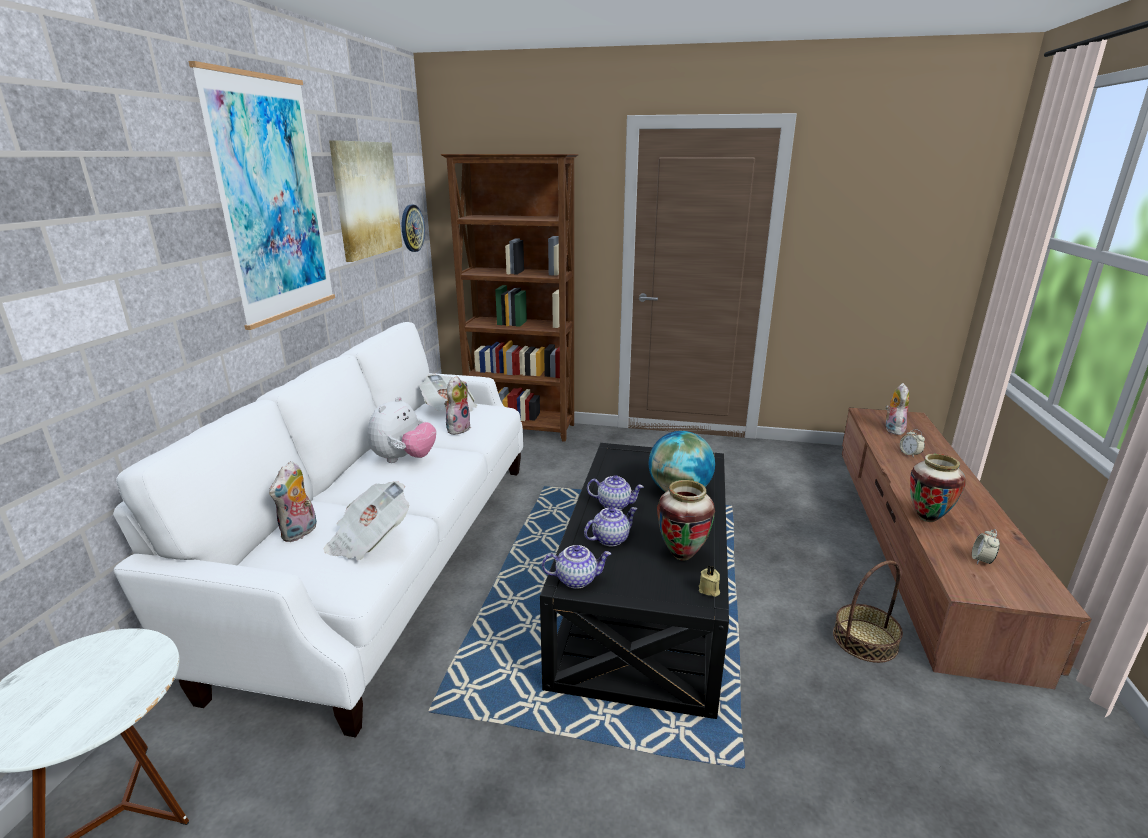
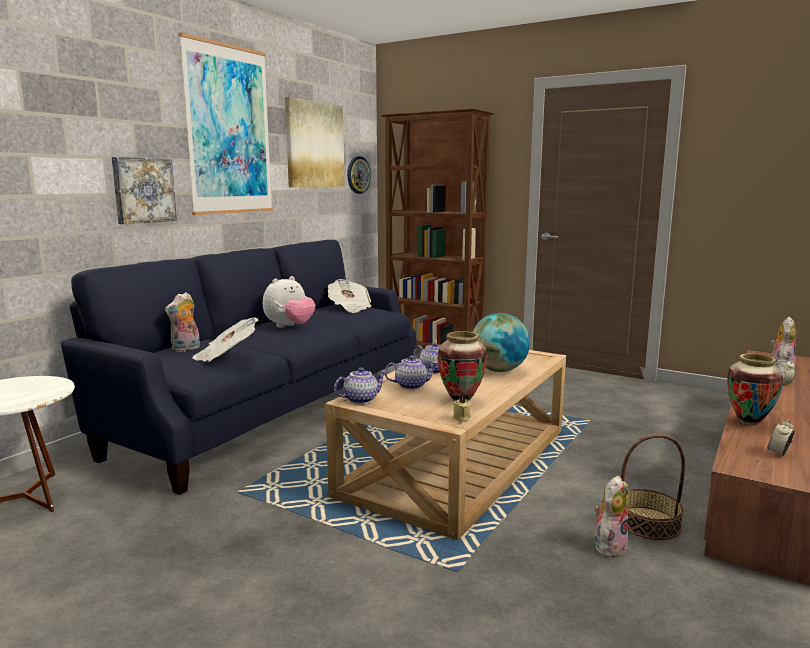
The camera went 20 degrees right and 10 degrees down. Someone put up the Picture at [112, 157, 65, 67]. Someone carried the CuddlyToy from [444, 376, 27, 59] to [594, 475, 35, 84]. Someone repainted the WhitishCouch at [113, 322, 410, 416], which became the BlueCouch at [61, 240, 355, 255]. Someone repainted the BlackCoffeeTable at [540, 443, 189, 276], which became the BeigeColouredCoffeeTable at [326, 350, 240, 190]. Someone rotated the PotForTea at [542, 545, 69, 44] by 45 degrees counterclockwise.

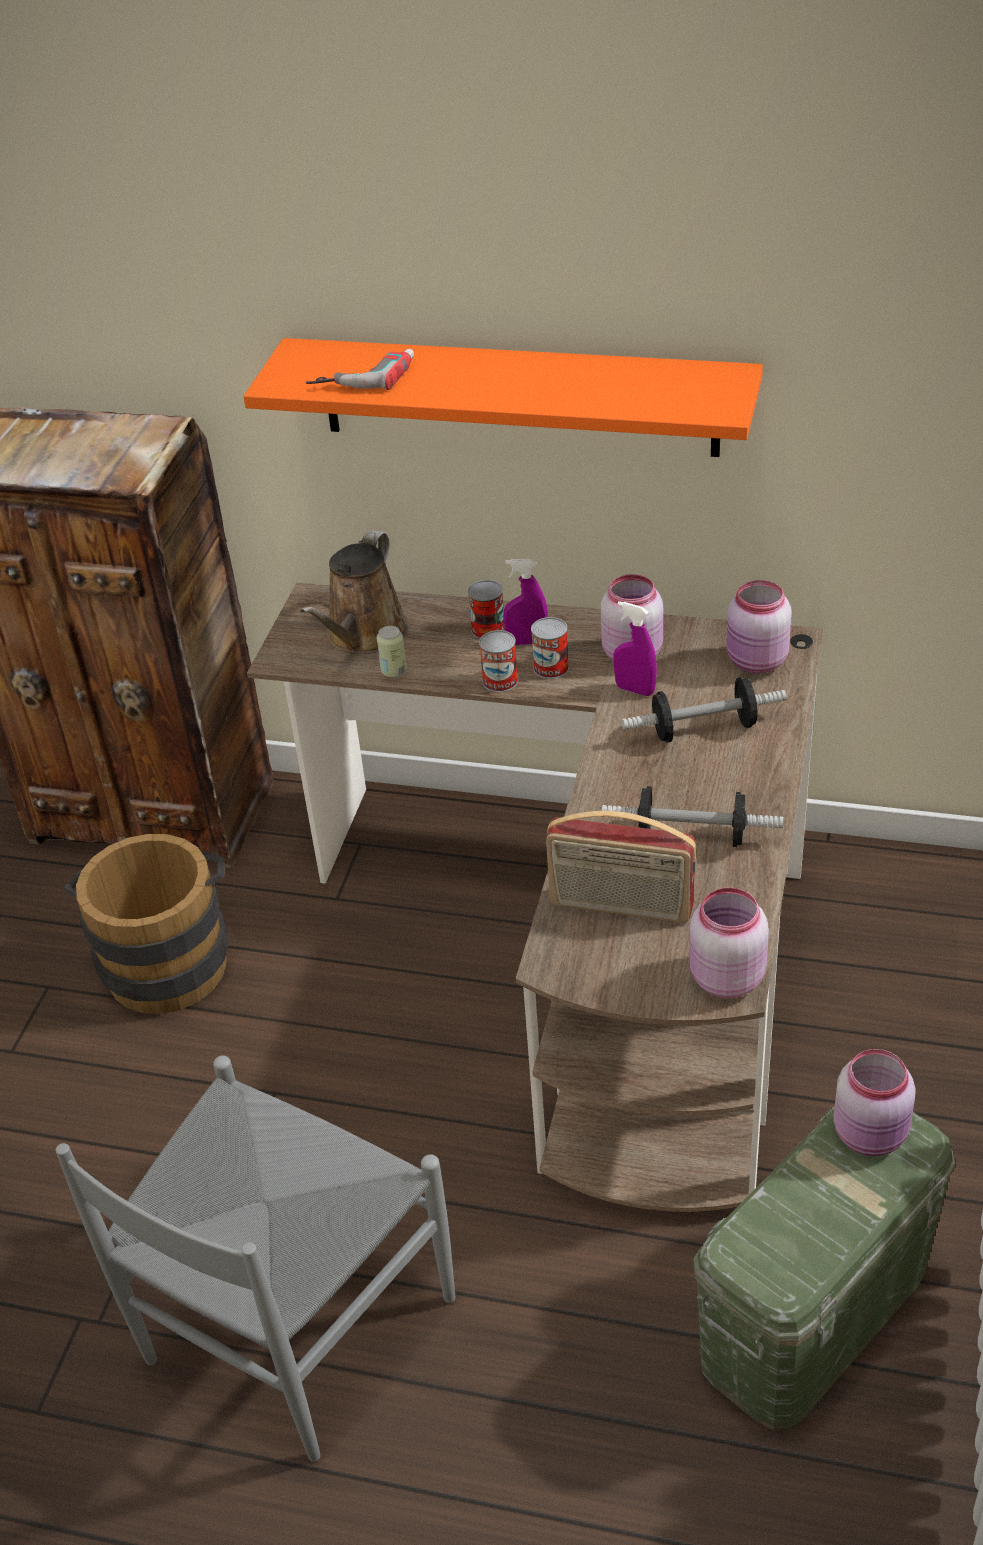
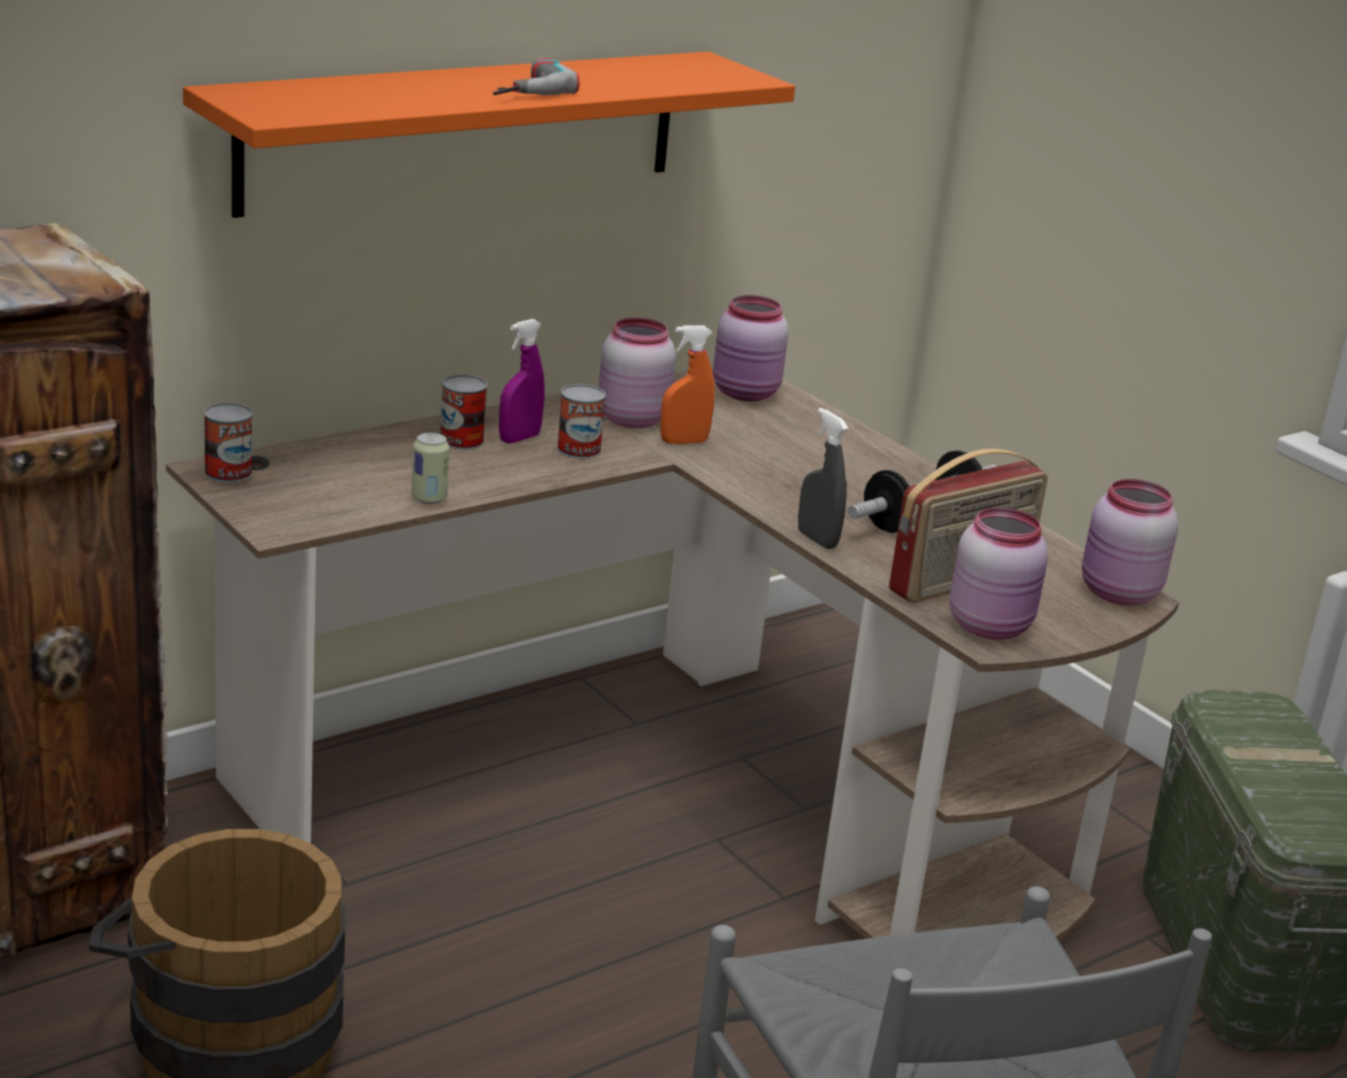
The camera went 55 degrees left and 15 degrees down. Someone took away the BrownishWateringPot at [300, 531, 109, 123]. Someone took away the FreeWeight at [622, 677, 164, 66]. Someone put down the GreySprayBottle at [798, 408, 51, 141]. Someone carried the ElectricDrill from [306, 349, 108, 41] to [493, 58, 87, 37]. Someone carried the MetalCan from [479, 630, 39, 62] to [204, 403, 49, 80]. Someone carried the PinkColouredStorageJar from [833, 1049, 83, 107] to [949, 507, 99, 133]. Someone repainted the PurplishSprayBottle at [613, 601, 44, 95], which became the OrangeSprayBottle at [660, 325, 55, 119].

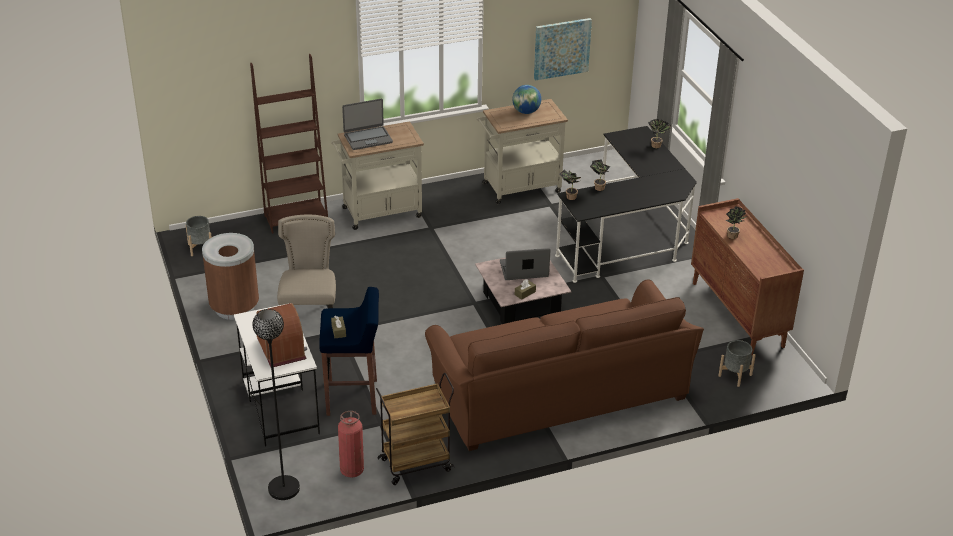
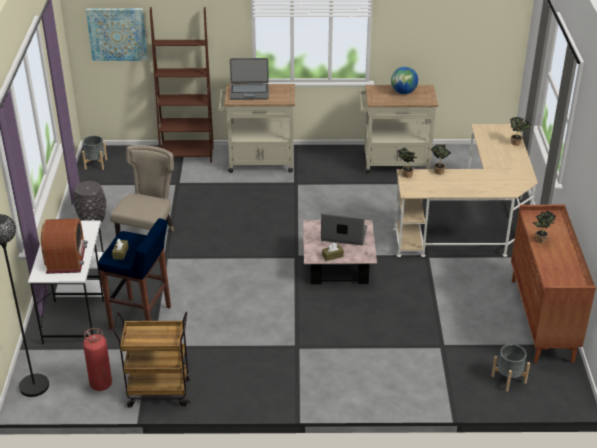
The camera went 20 degrees right and 0 degrees up. Someone took away the BrownishCouch at [425, 279, 279, 172]. Someone carried the Picture from [534, 18, 58, 62] to [86, 8, 62, 53]. Someone swapped the BrownishRubbishBin at [202, 233, 57, 87] for the GreyStoolSeat at [74, 181, 32, 41]. Someone repainted the BlackDeskUnit at [555, 126, 142, 157], which became the BeigeColouredDeskUnit at [393, 124, 145, 133].

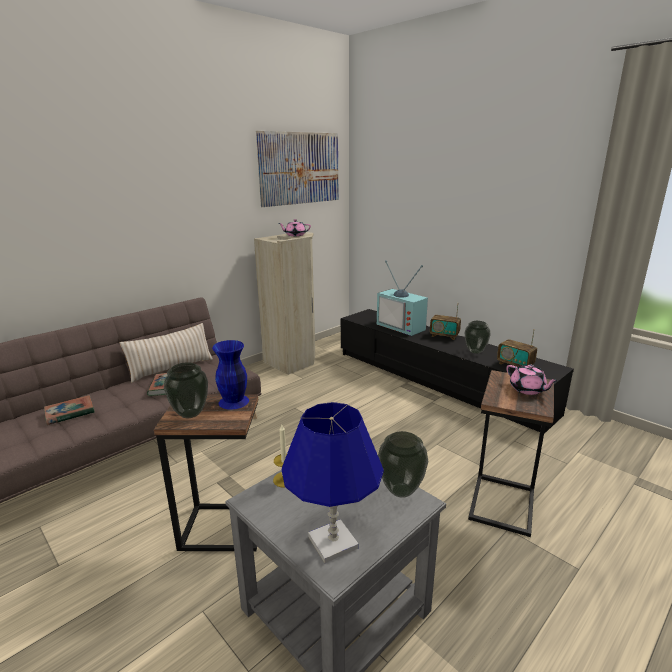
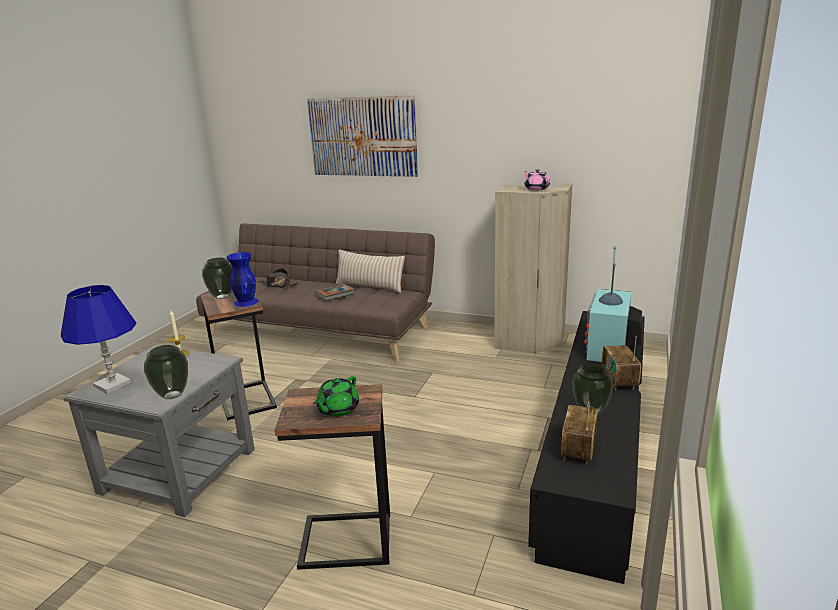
The camera went 65 degrees right and 0 degrees up. Someone carried the Picture from [256, 131, 82, 76] to [307, 95, 111, 82]. Someone swapped the Volume at [44, 395, 51, 30] for the BlackWearableHat at [259, 268, 40, 20]. Someone repainted the PinkColouredPotForTea at [506, 364, 52, 31], which became the GreenishPotForTea at [313, 376, 46, 41].

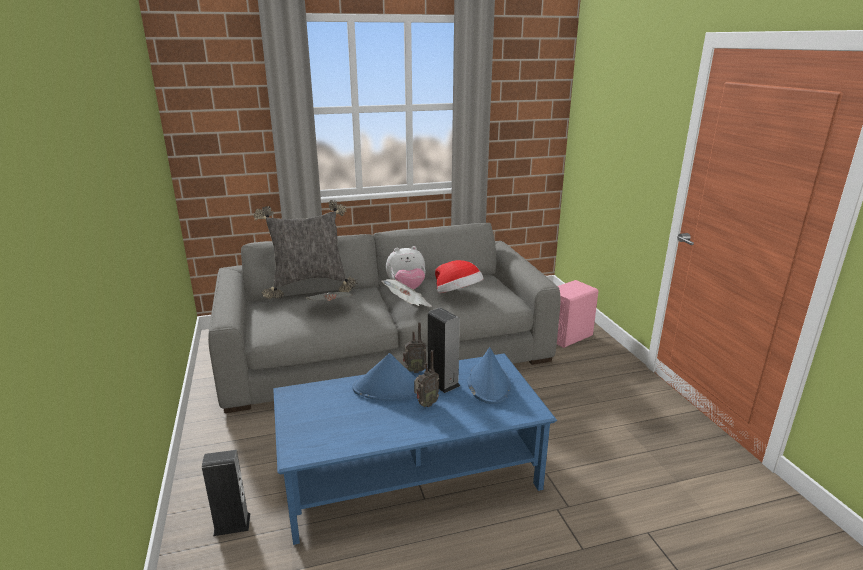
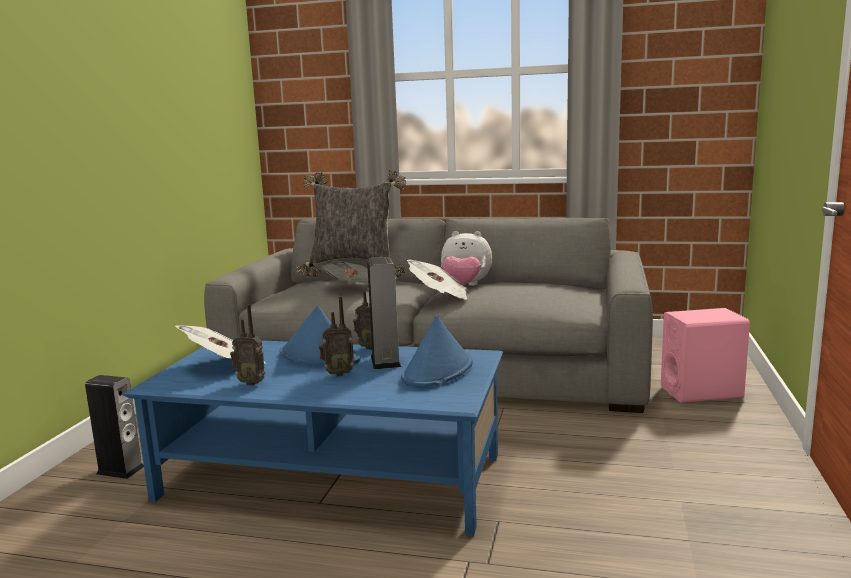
The camera went 30 degrees right and 10 degrees down. Someone took away the WearableHat at [435, 260, 49, 33]. Someone put down the Newspaper at [175, 325, 91, 39]. Someone put down the Radio at [230, 304, 35, 82].

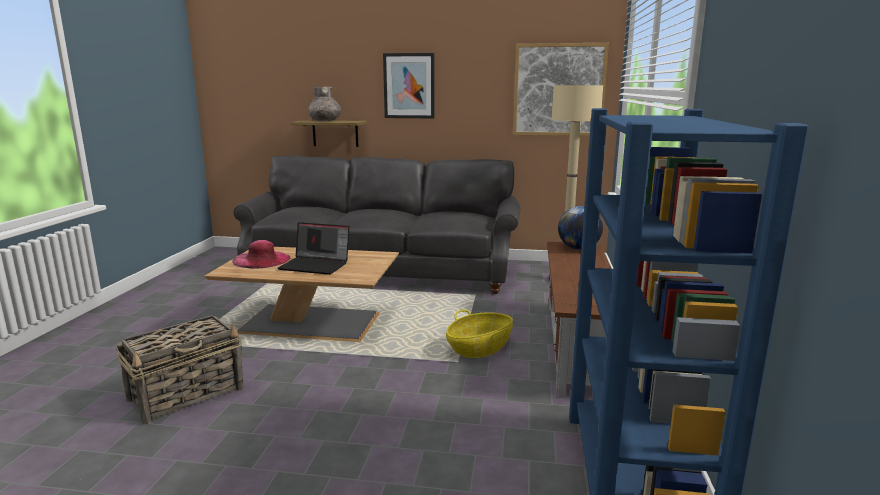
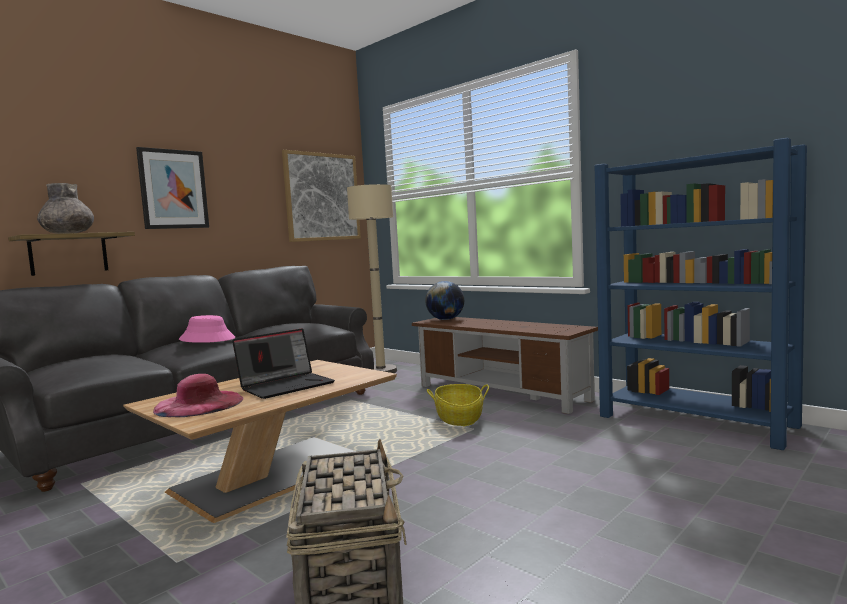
The camera went 55 degrees left and 10 degrees down. Someone put down the PinkColouredWearableHat at [179, 315, 56, 28].

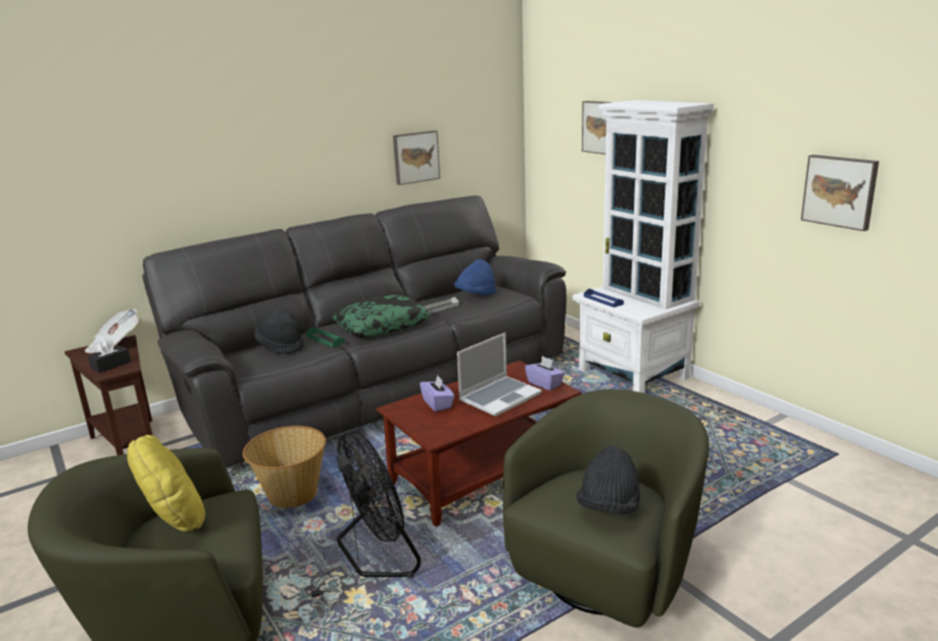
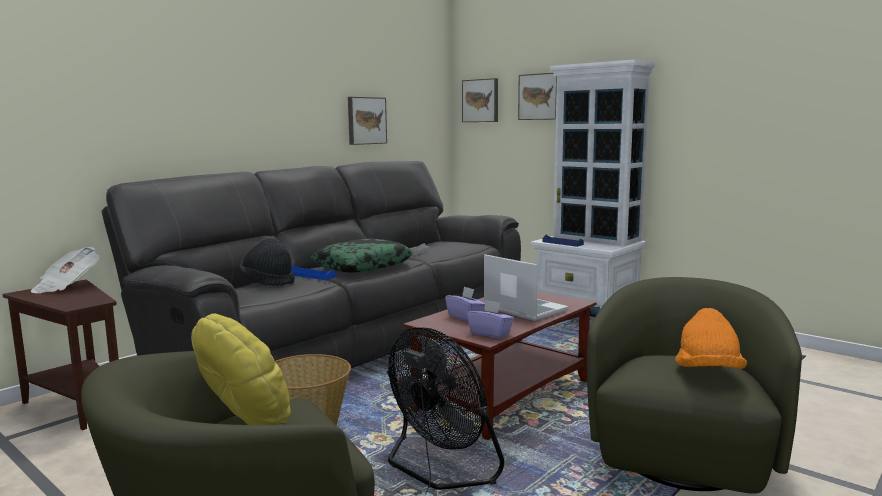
The camera went 15 degrees left and 10 degrees down. Someone took away the BlackTissueHolder at [88, 339, 43, 34]. Someone took away the BlueWearableHat at [454, 259, 43, 36]. Someone carried the PurplishTissueHolder from [525, 356, 40, 35] to [467, 300, 47, 38]. Someone carried the Picture from [801, 155, 78, 76] to [462, 78, 36, 44]. Someone repainted the GreenishServingTray at [305, 327, 40, 20], which became the BlueServingTray at [291, 265, 46, 15]. Someone repainted the BlackWearableHat at [576, 446, 64, 68], which became the OrangeWearableHat at [675, 308, 72, 61]. Someone rotated the NotebookComputer at [457, 332, 85, 85] by 75 degrees counterclockwise.

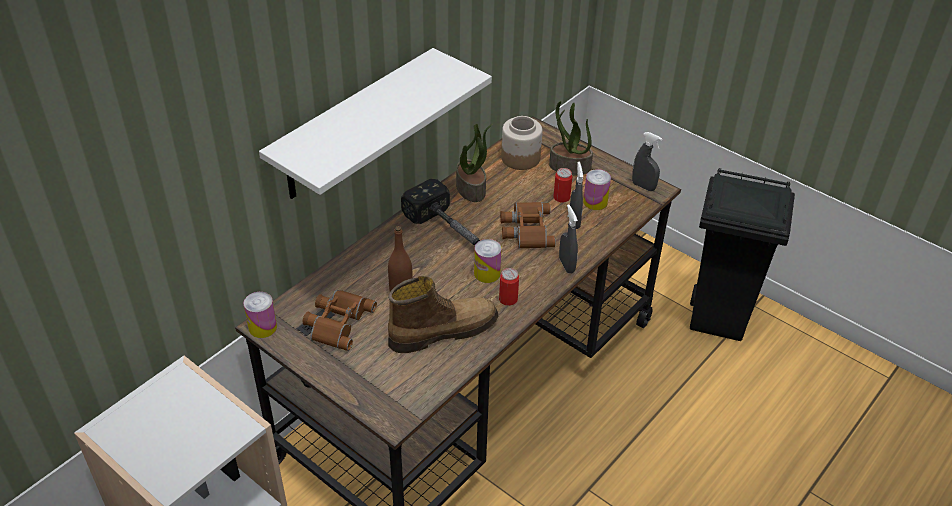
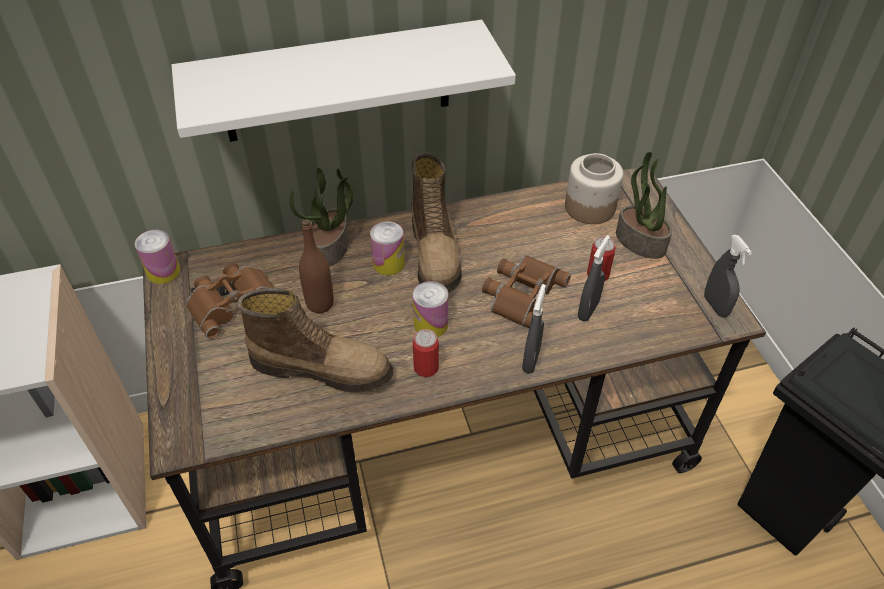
The camera went 35 degrees right and 5 degrees up. Someone carried the PlantInAPot from [456, 124, 36, 78] to [289, 168, 64, 99]. Someone carried the MetalCan from [583, 169, 28, 41] to [370, 221, 35, 54]. Someone swapped the ToolHammer at [401, 179, 79, 66] for the TallBoot at [412, 152, 50, 141].

